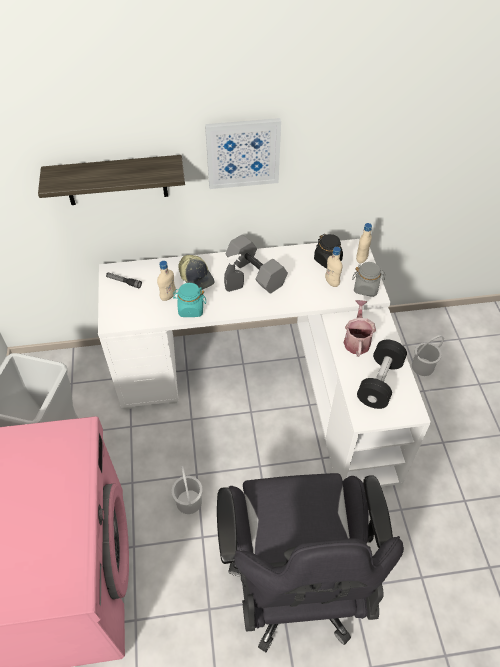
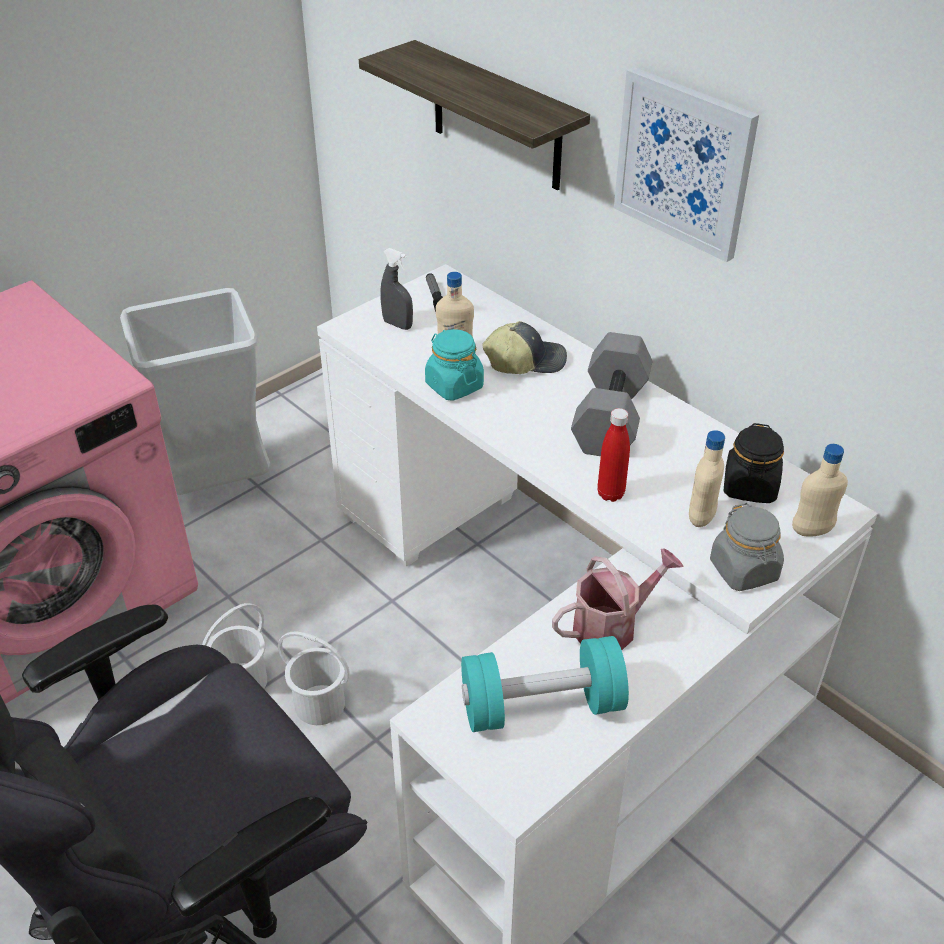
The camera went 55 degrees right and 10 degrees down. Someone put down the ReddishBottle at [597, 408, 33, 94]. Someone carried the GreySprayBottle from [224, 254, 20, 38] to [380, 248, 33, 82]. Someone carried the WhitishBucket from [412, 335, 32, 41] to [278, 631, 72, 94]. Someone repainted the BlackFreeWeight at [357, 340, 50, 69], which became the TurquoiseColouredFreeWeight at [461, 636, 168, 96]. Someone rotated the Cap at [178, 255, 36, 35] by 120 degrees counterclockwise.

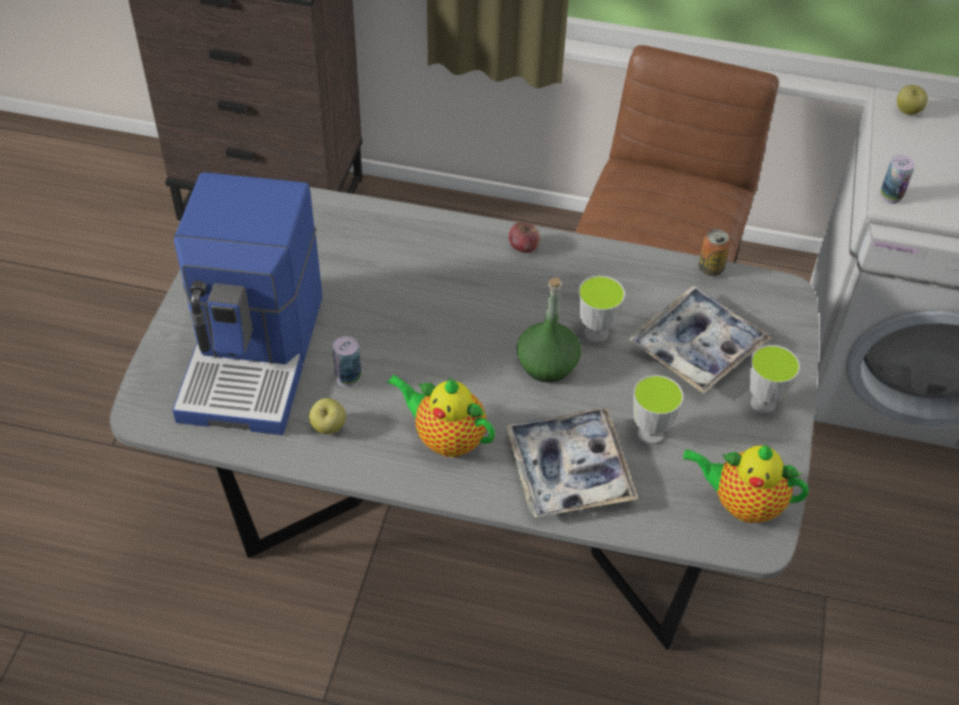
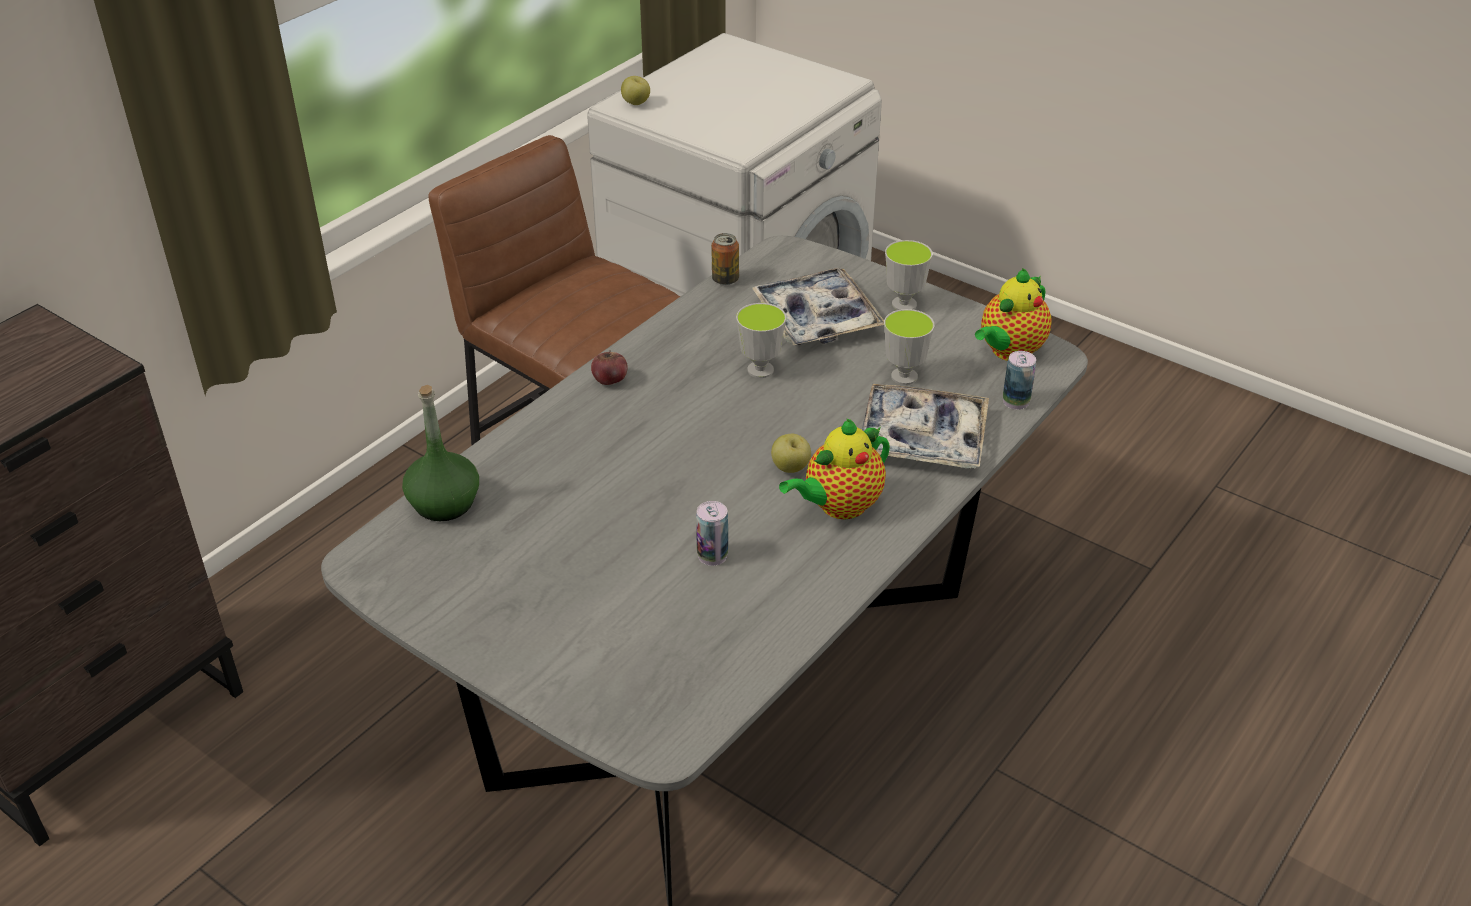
The camera went 65 degrees left and 10 degrees down. Someone took away the CoffeeMachine at [173, 172, 150, 263]. Someone carried the WholeApple from [309, 398, 37, 36] to [771, 434, 40, 39]. Someone carried the GreenishBottle from [517, 277, 64, 105] to [402, 385, 77, 136]. Someone carried the MetalCan from [880, 155, 35, 49] to [1003, 351, 33, 59].

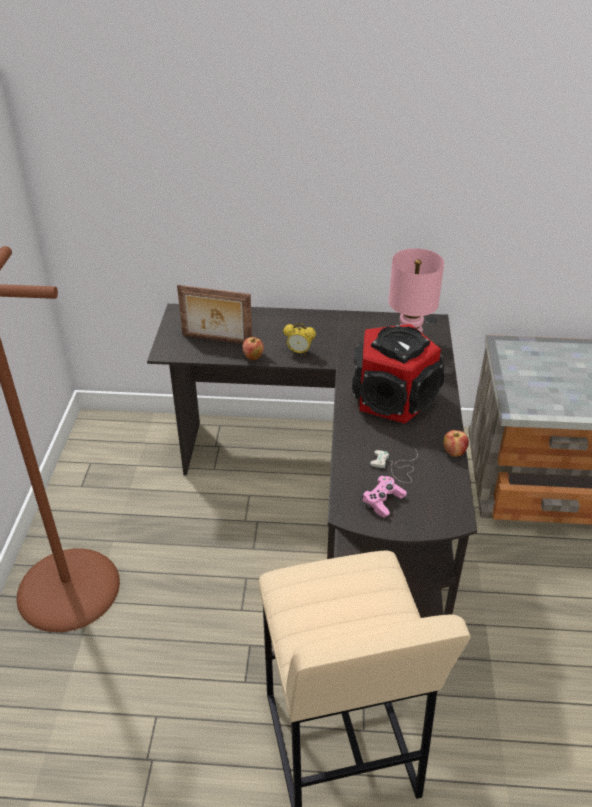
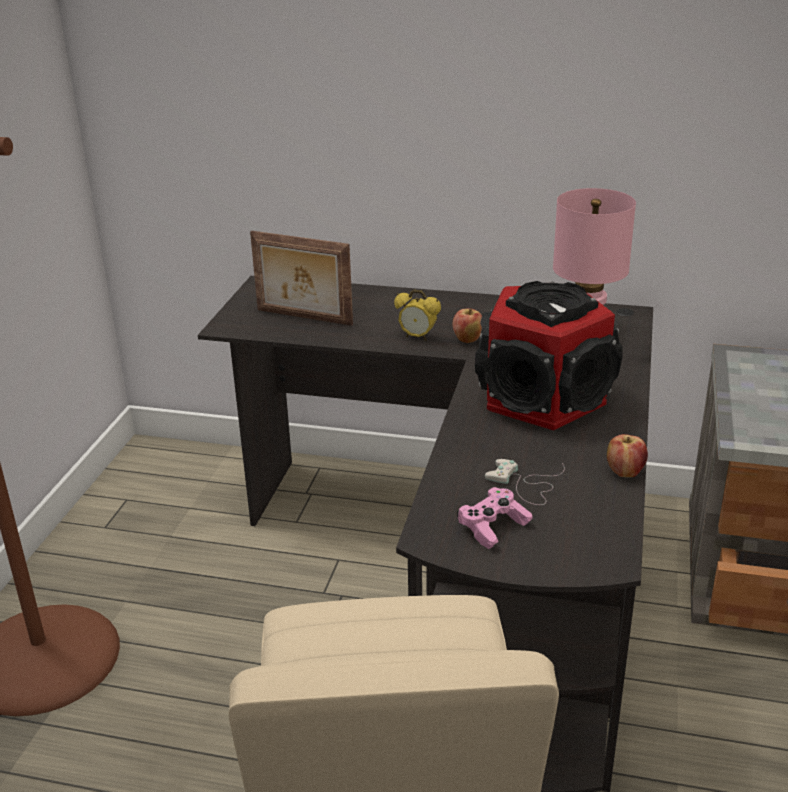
The camera went 10 degrees right and 10 degrees down. Someone carried the WholeApple from [242, 337, 22, 23] to [452, 308, 30, 35].

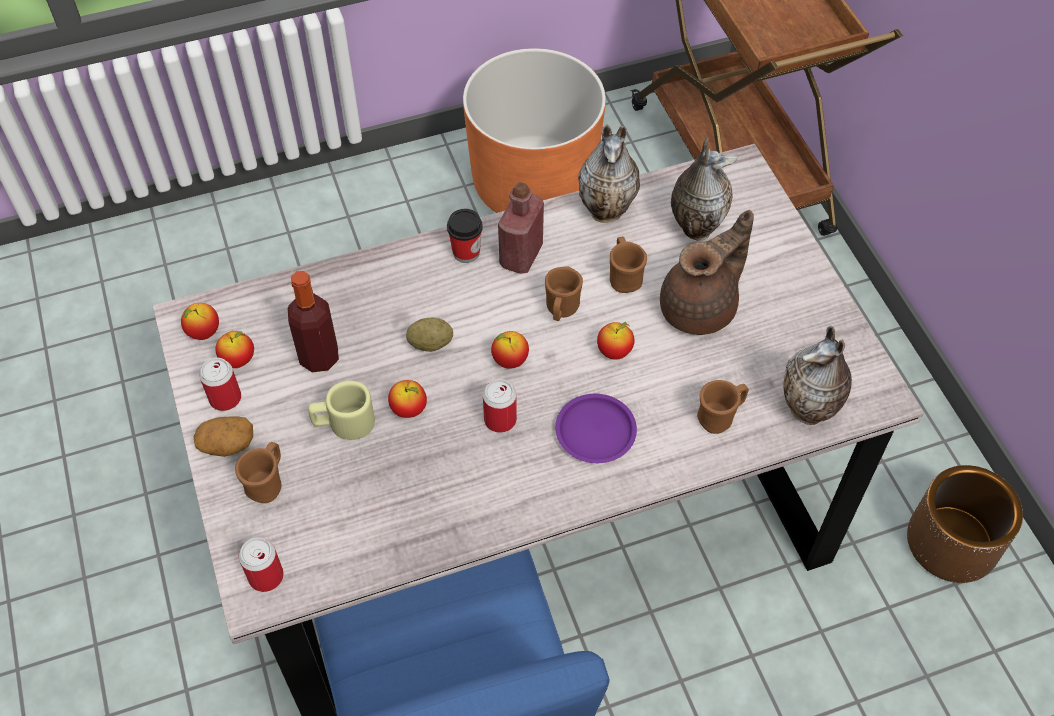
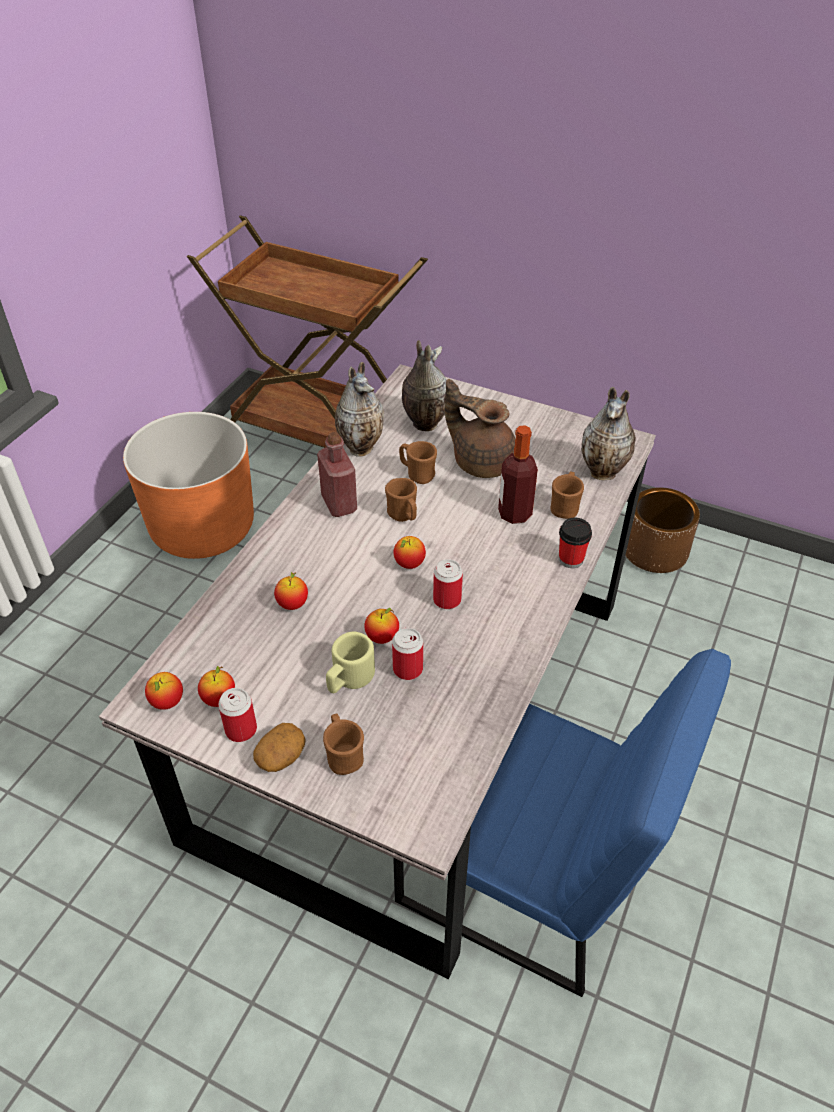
The camera went 45 degrees left and 10 degrees down. Someone took away the Spud at [406, 317, 47, 35]. Someone took away the PurplishFlatDish at [555, 393, 82, 70]. Someone carried the MetalCan from [239, 537, 45, 55] to [392, 628, 31, 52]. Someone carried the Bottle from [288, 271, 51, 101] to [498, 425, 40, 99]. Someone carried the DrinkingCup from [447, 209, 36, 54] to [559, 518, 33, 50]. Someone carried the WholeApple from [597, 322, 38, 38] to [274, 572, 34, 38]. Someone rotated the BrownishPotForTea at [660, 210, 94, 125] by 60 degrees counterclockwise.

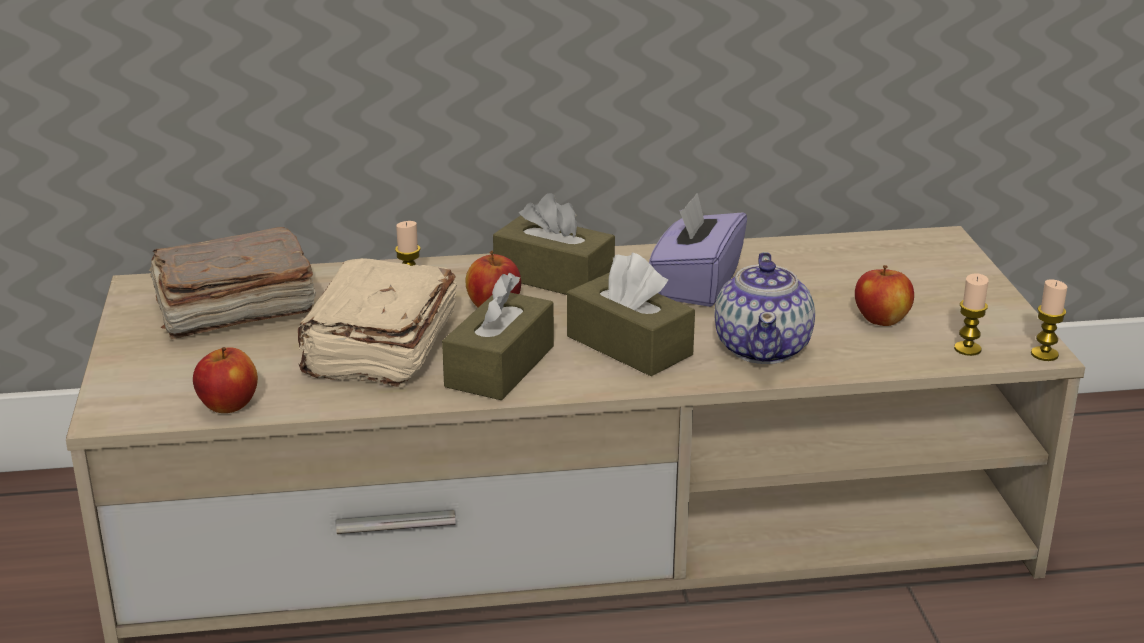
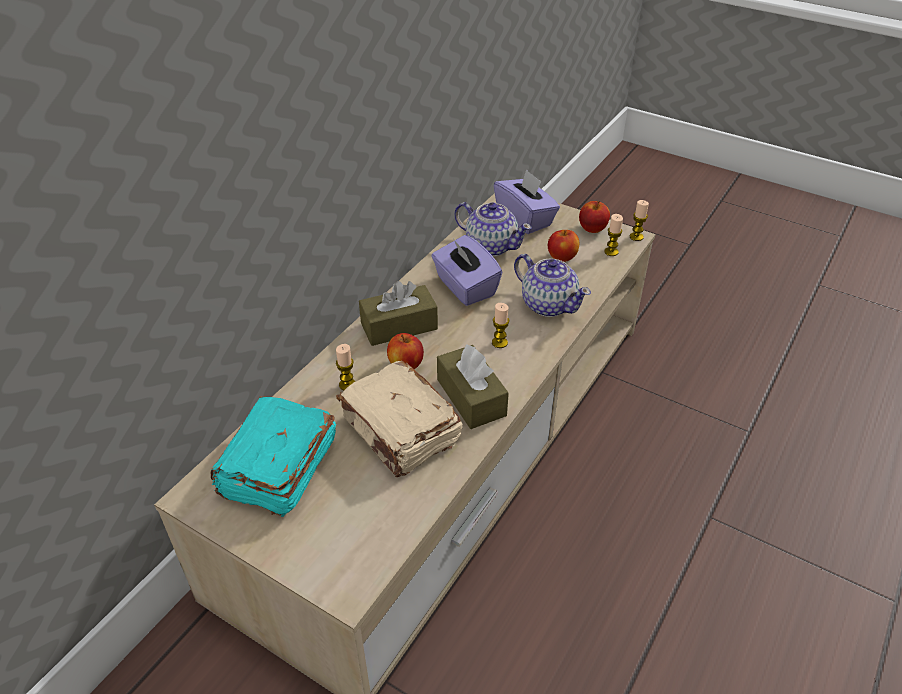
The camera went 50 degrees left and 15 degrees up. Someone put down the PotForTea at [454, 202, 78, 54]. Someone put down the PurplishTissueHolder at [494, 169, 66, 65]. Someone carried the WholeApple from [193, 347, 65, 66] to [579, 201, 31, 32]. Someone swapped the BrownishTissueHolder at [567, 253, 128, 123] for the WaxLight at [492, 303, 17, 45]. Someone repainted the BrownishVolume at [149, 227, 167, 112], which became the TurquoiseColouredVolume at [211, 396, 125, 121].

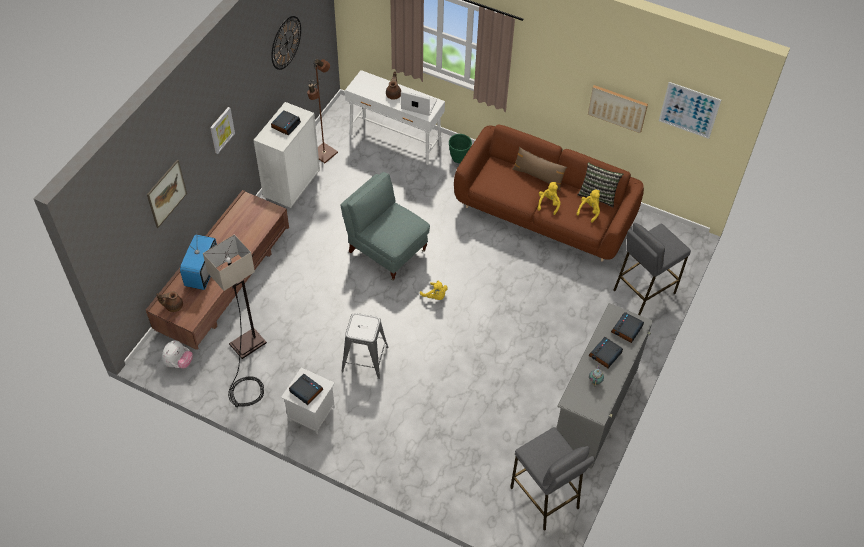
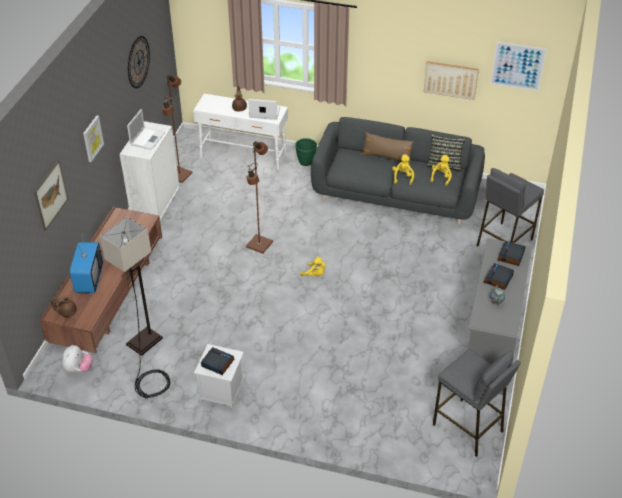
The camera went 10 degrees left and 10 degrees down. Someone took away the GreyStoolSeat at [341, 313, 47, 66]. Someone swapped the BedsideClock at [271, 110, 30, 26] for the NotebookComputer at [127, 109, 38, 41]. Someone swapped the GreyArmchair at [341, 172, 89, 109] for the BrownishStandingLamp at [246, 141, 27, 113]. Someone repainted the BrownishCouch at [454, 125, 190, 136], which became the GreyCouch at [311, 117, 174, 107].

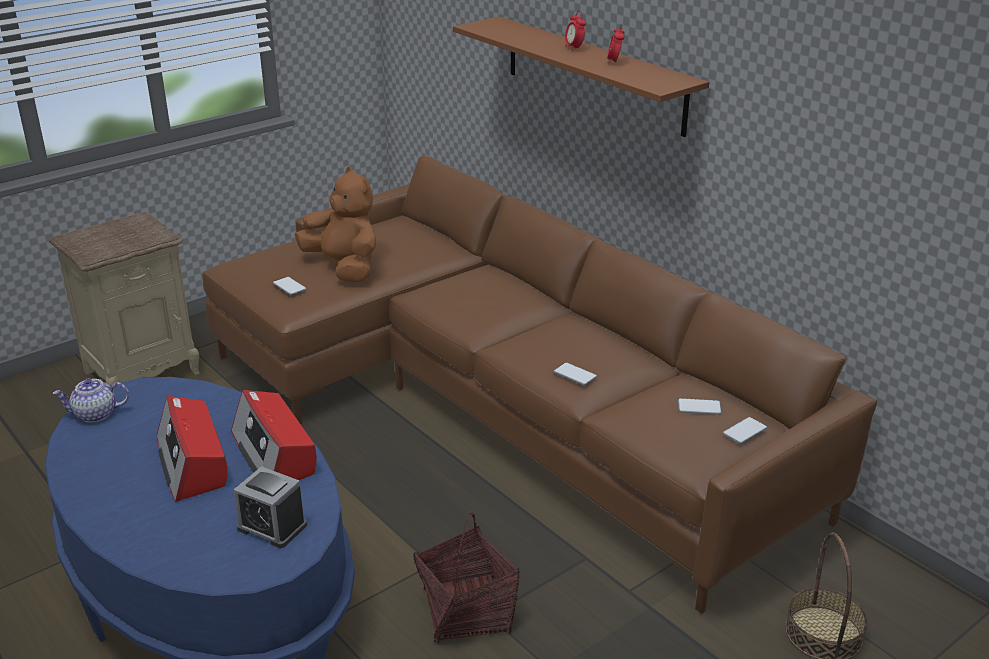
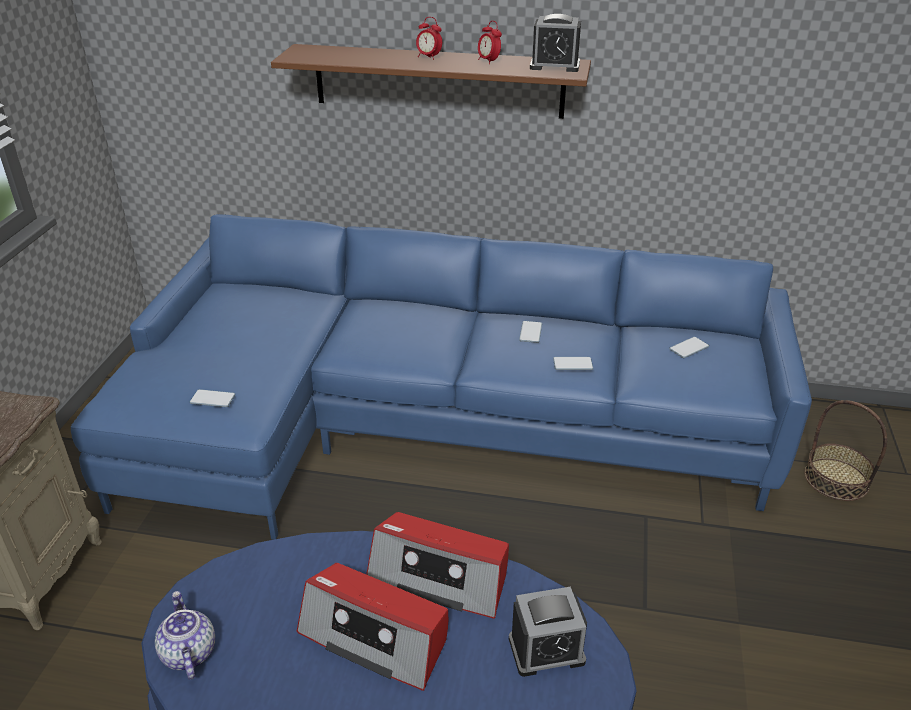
The camera went 40 degrees left and 5 degrees up. Someone took away the BrownishCuddlyToy at [295, 167, 81, 115]. Someone took away the StorageBasket at [413, 513, 107, 130]. Someone put down the BedsideClock at [530, 14, 51, 58]. Someone carried the Telephone from [723, 417, 44, 27] to [519, 321, 23, 22]. Someone repainted the BrownishCouch at [203, 156, 674, 458], which became the BlueCouch at [71, 214, 741, 326]. Someone rotated the PotForTea at [52, 378, 77, 45] by 120 degrees clockwise.

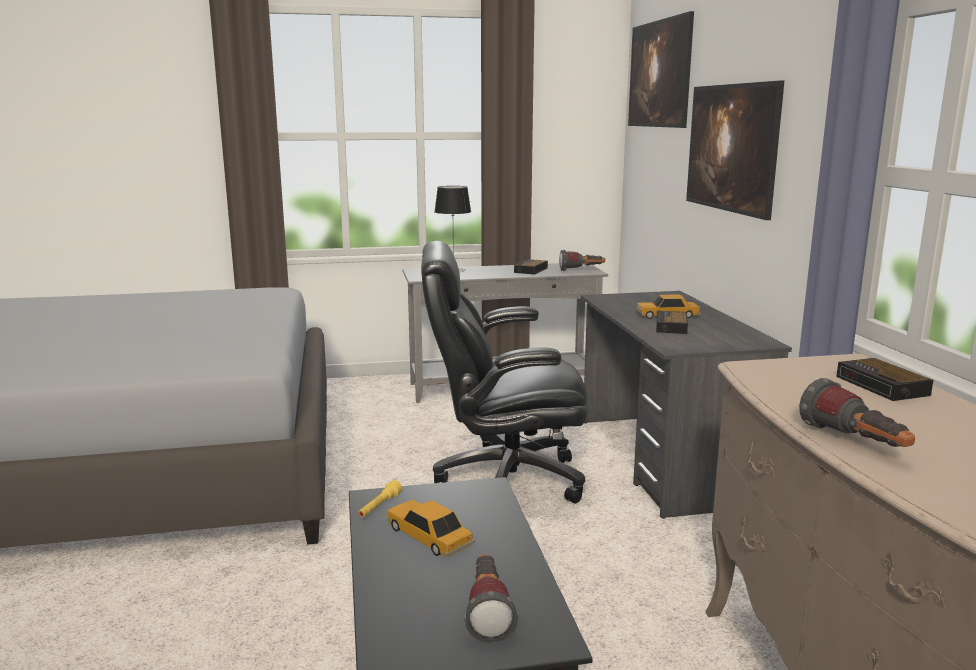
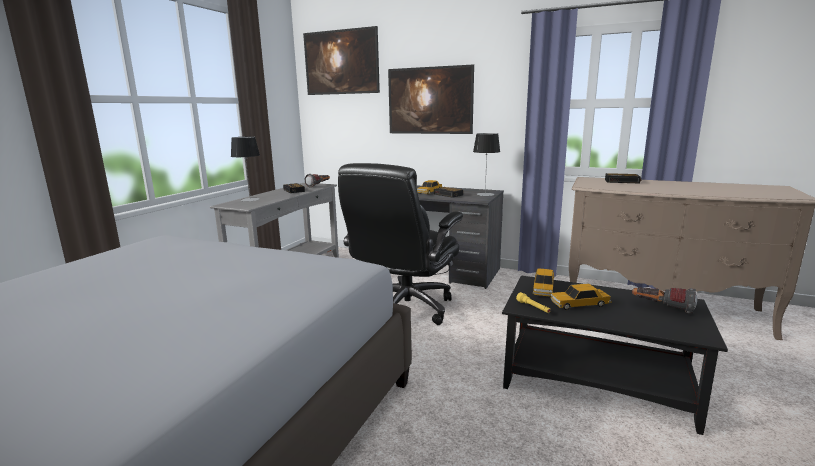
The camera went 55 degrees left and 0 degrees up. Someone took away the Flashlight at [799, 378, 116, 69]. Someone put down the LampForATable at [473, 133, 27, 63]. Someone put down the ModelCar at [533, 268, 21, 29].

